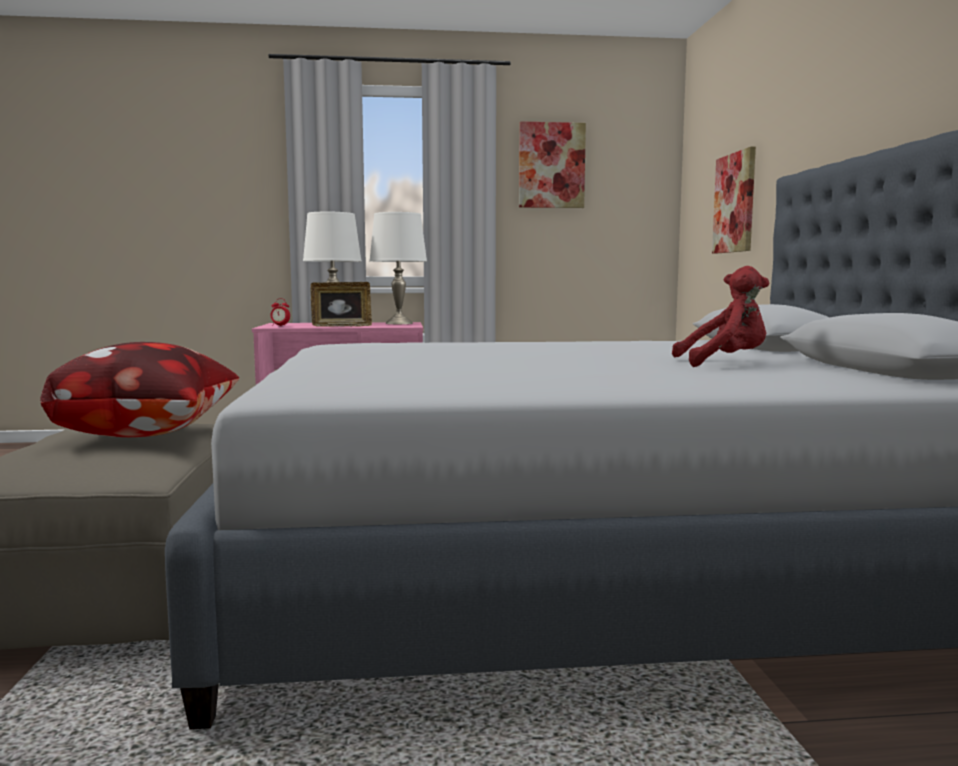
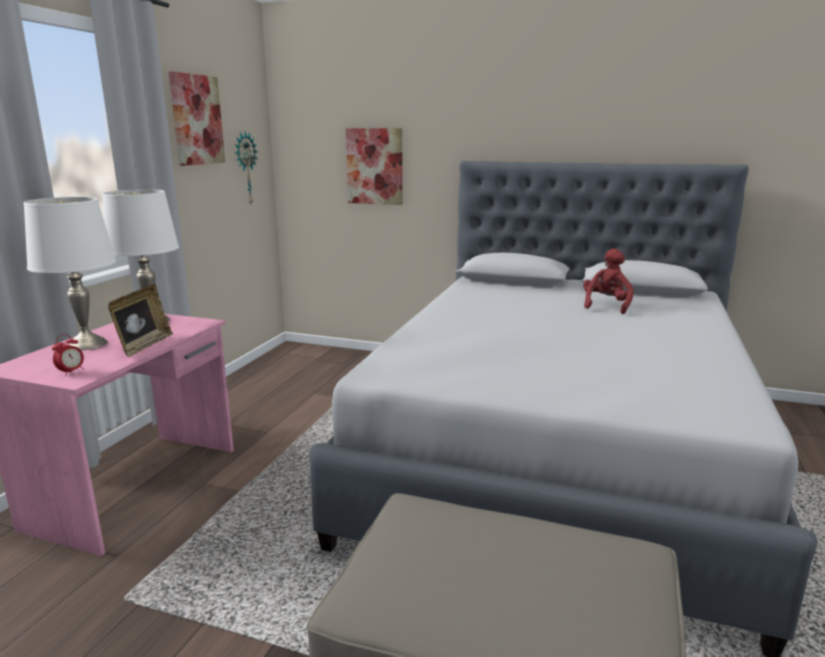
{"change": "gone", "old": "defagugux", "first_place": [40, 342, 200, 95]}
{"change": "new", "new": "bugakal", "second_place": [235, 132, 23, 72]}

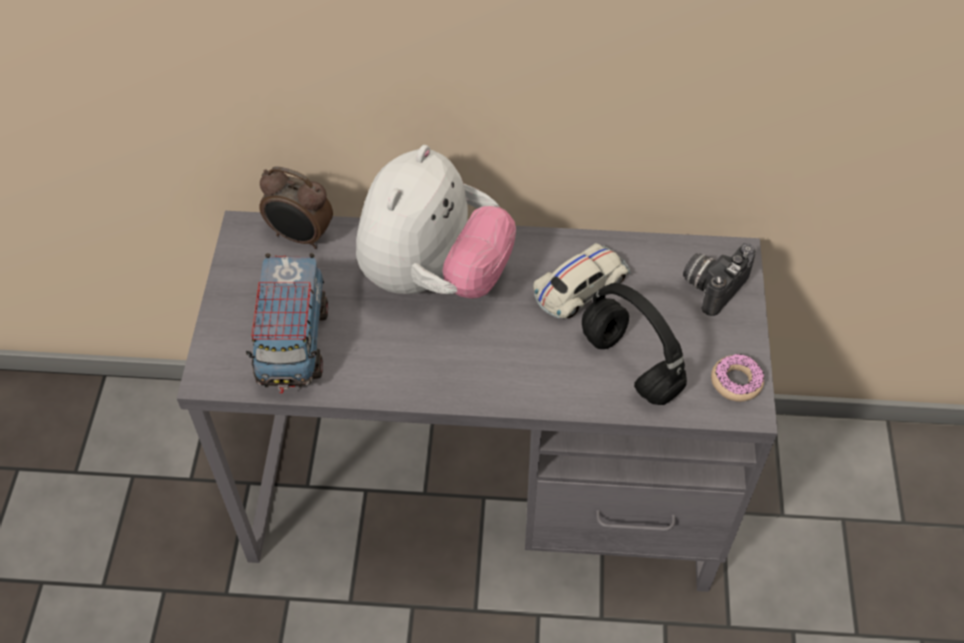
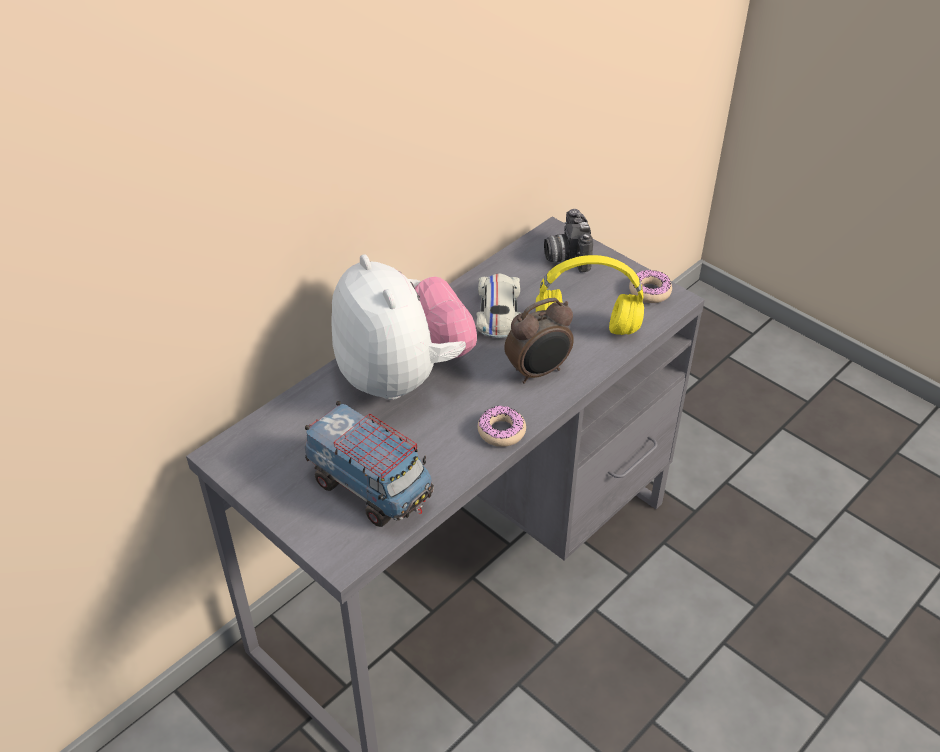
{"change": "shifted", "old": "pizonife", "first_place": [259, 166, 74, 83], "second_place": [505, 298, 69, 86]}
{"change": "repainted", "old": "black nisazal", "new": "yellow nisazal", "first_place": [582, 283, 105, 122], "second_place": [536, 255, 108, 80]}
{"change": "new", "new": "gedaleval", "second_place": [478, 406, 48, 41]}

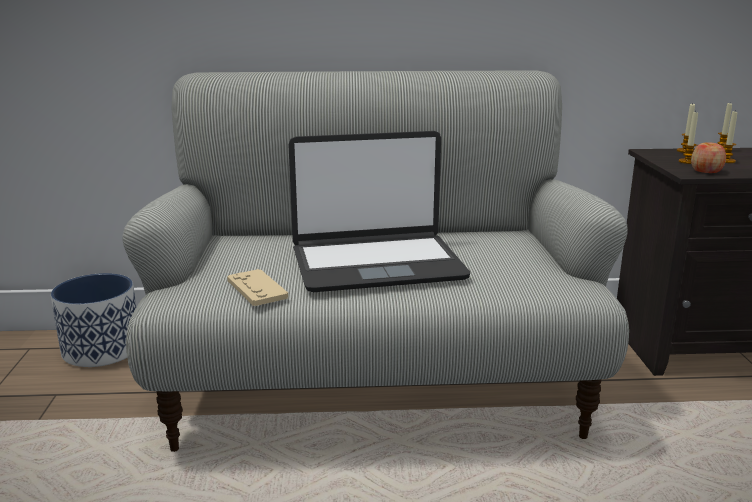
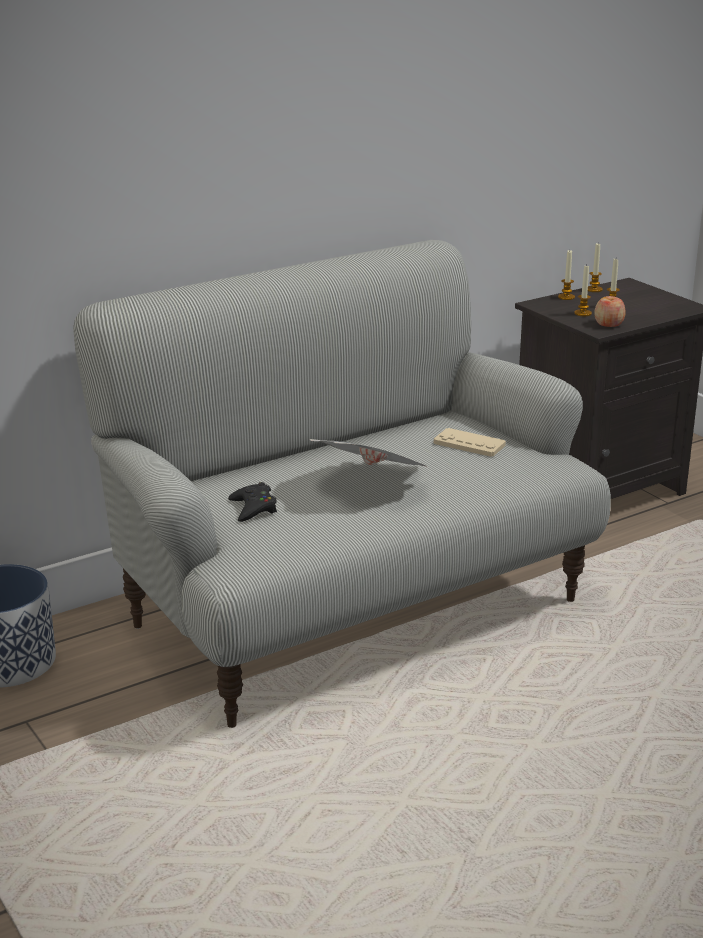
{"change": "swapped", "old": "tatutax", "new": "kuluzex", "first_place": [288, 131, 182, 161], "second_place": [309, 439, 118, 28]}
{"change": "shifted", "old": "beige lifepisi", "first_place": [227, 269, 61, 37], "second_place": [434, 428, 72, 29]}
{"change": "new", "new": "black lifepisi", "second_place": [228, 482, 49, 40]}

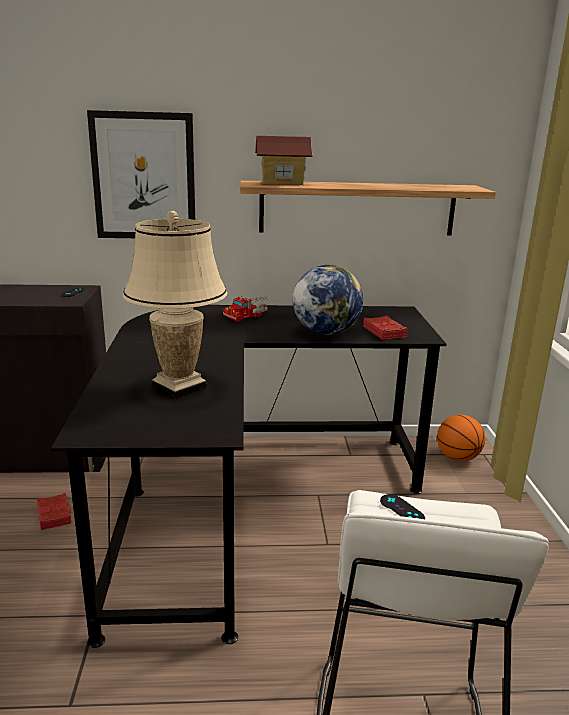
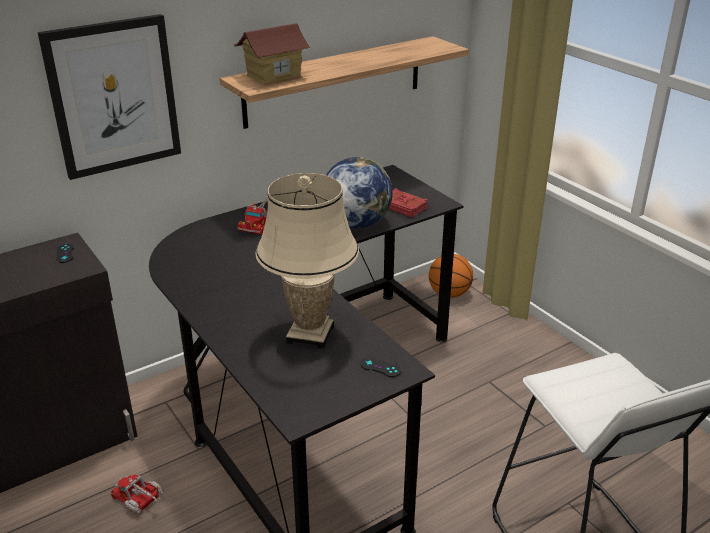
{"change": "swapped", "old": "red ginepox", "new": "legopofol", "first_place": [37, 493, 34, 37], "second_place": [111, 475, 53, 39]}
{"change": "shifted", "old": "black lifepisi", "first_place": [380, 494, 45, 25], "second_place": [360, 358, 41, 19]}

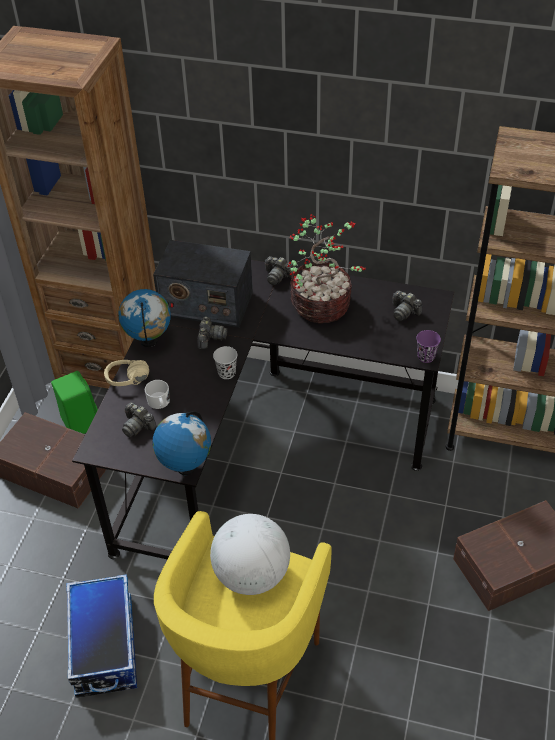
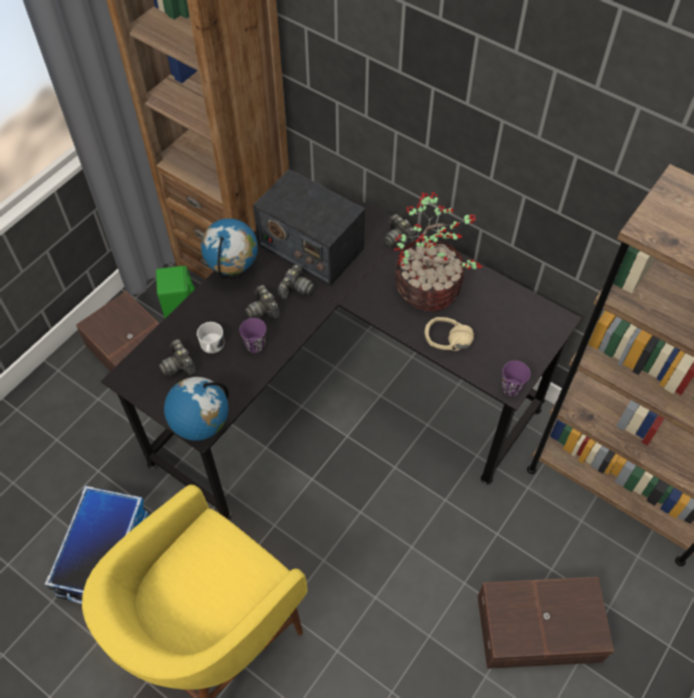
{"change": "shifted", "old": "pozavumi", "first_place": [392, 291, 30, 30], "second_place": [245, 285, 36, 35]}
{"change": "gone", "old": "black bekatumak", "first_place": [213, 346, 24, 33]}
{"change": "shifted", "old": "beige nisazal", "first_place": [104, 360, 45, 26], "second_place": [425, 317, 49, 34]}
{"change": "gone", "old": "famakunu", "first_place": [210, 514, 80, 81]}
{"change": "new", "new": "purple bekatumak", "second_place": [239, 318, 27, 35]}

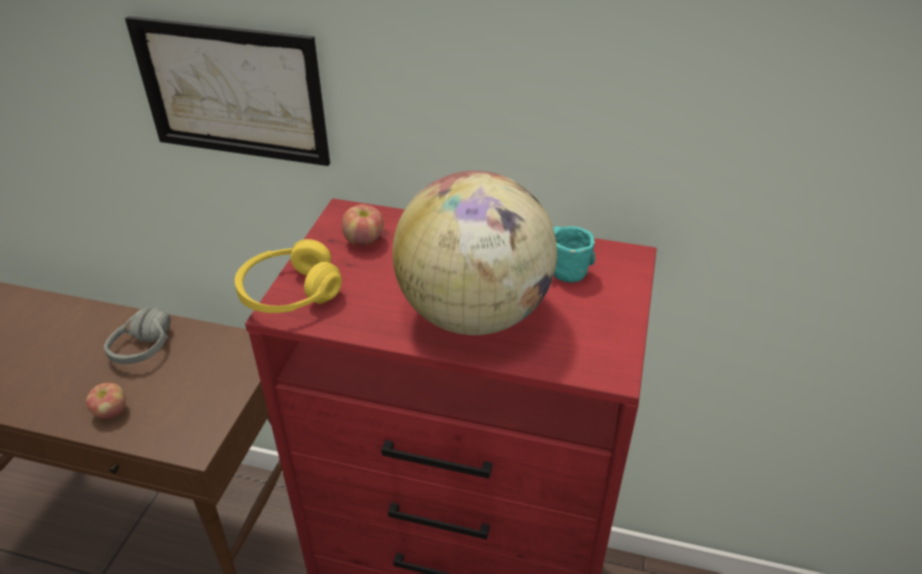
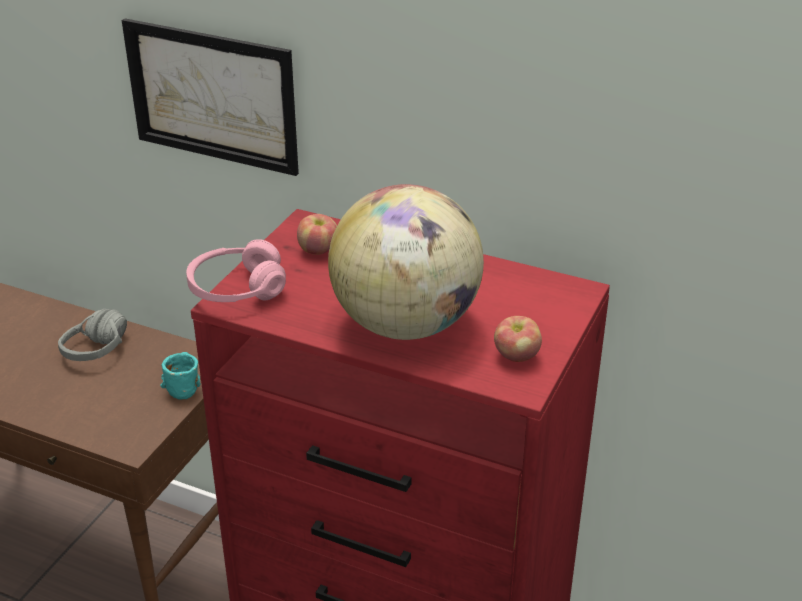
{"change": "shifted", "old": "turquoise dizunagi", "first_place": [553, 226, 42, 57], "second_place": [160, 352, 40, 48]}
{"change": "repainted", "old": "yellow nisazal", "new": "pink nisazal", "first_place": [235, 239, 107, 74], "second_place": [186, 239, 100, 63]}
{"change": "shifted", "old": "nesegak", "first_place": [86, 383, 40, 36], "second_place": [494, 316, 48, 46]}

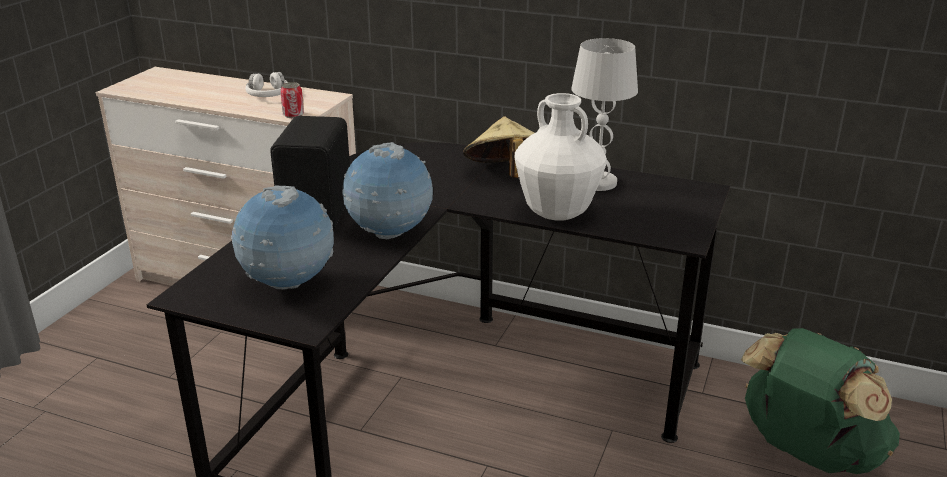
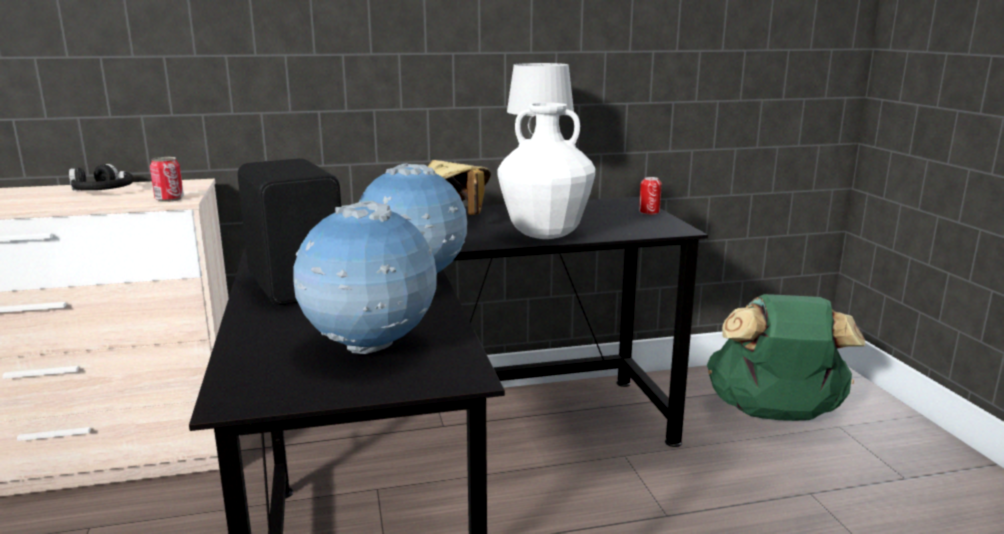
{"change": "repainted", "old": "white nisazal", "new": "black nisazal", "first_place": [246, 72, 42, 25], "second_place": [69, 164, 65, 26]}
{"change": "new", "new": "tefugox", "second_place": [639, 177, 23, 38]}

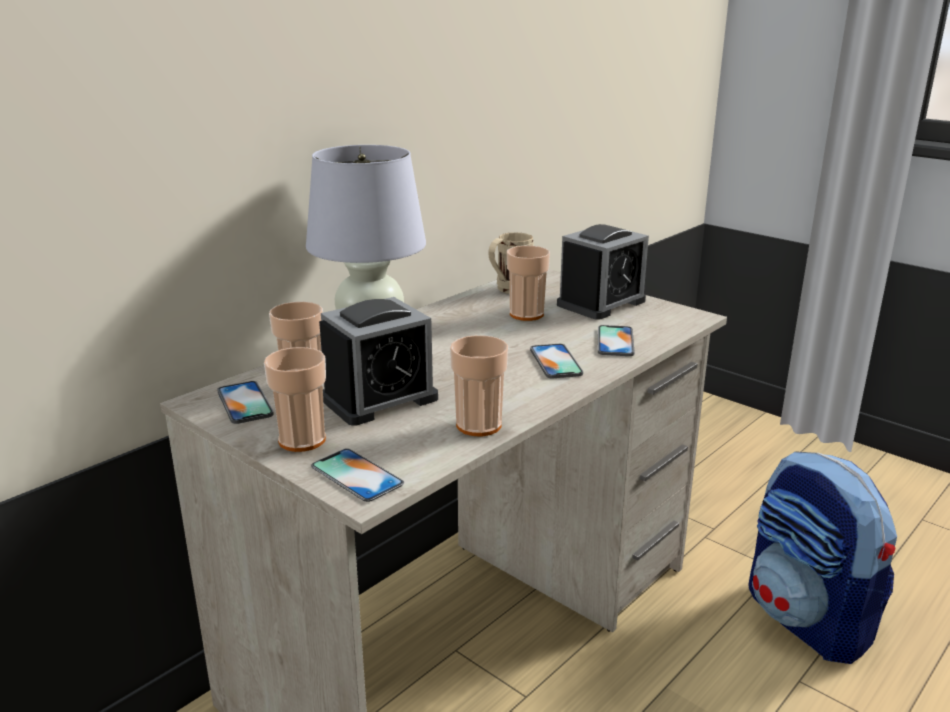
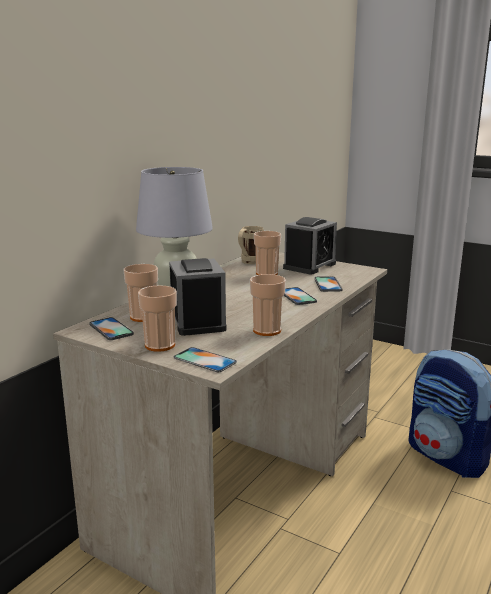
{"change": "rotated", "old": "pizonife", "first_place": [319, 297, 119, 129], "second_place": [169, 258, 58, 78], "degrees": -60}

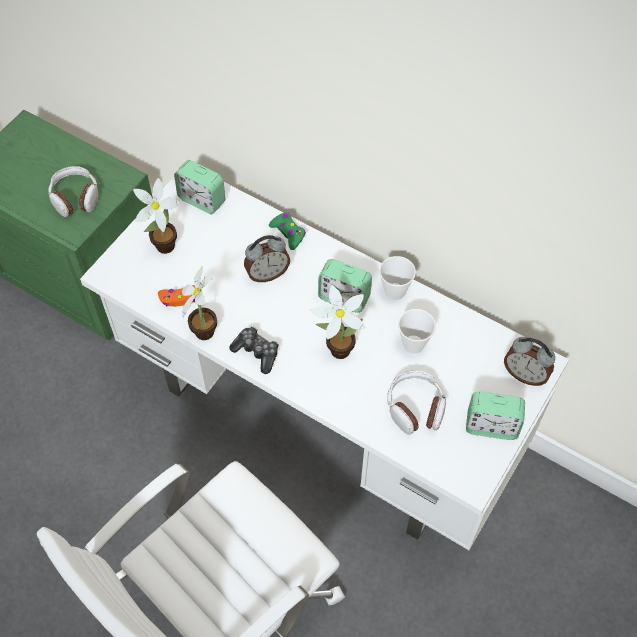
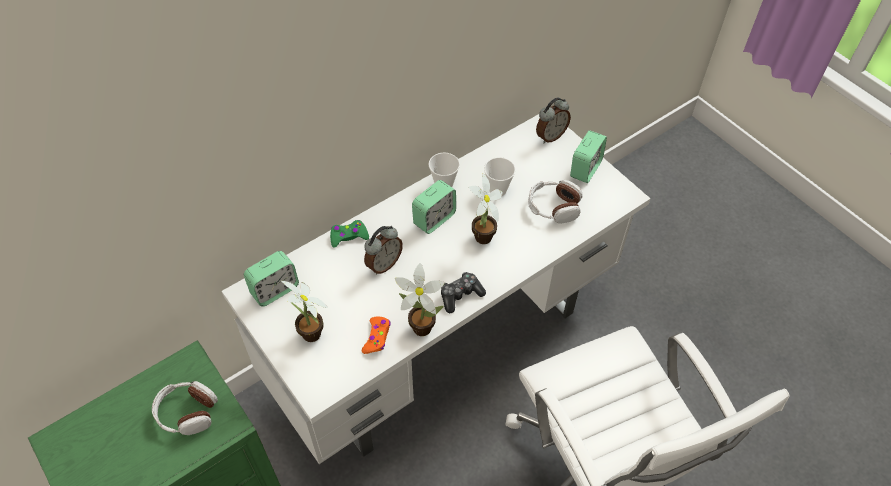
{"change": "rotated", "old": "pizonife", "first_place": [244, 235, 46, 47], "second_place": [364, 226, 39, 49], "degrees": 45}

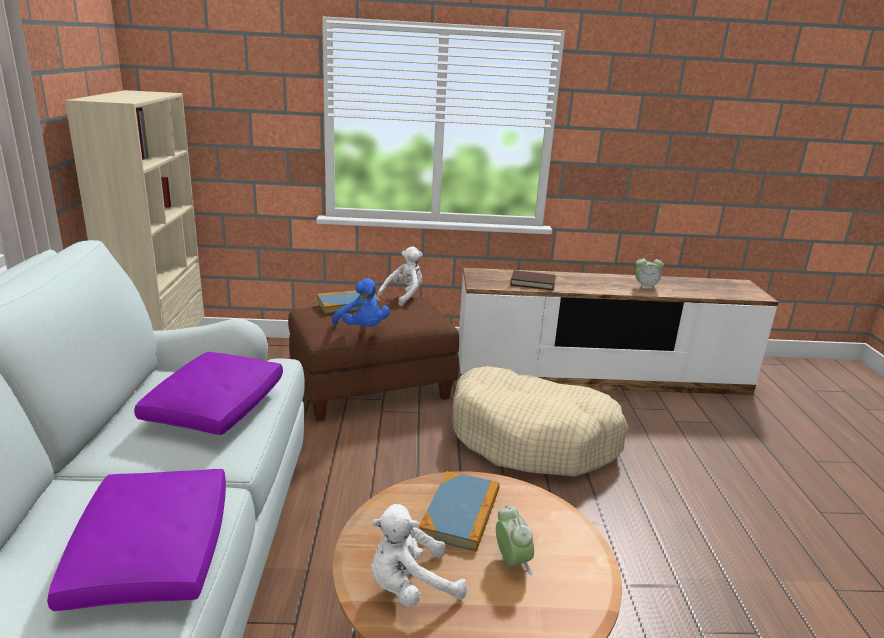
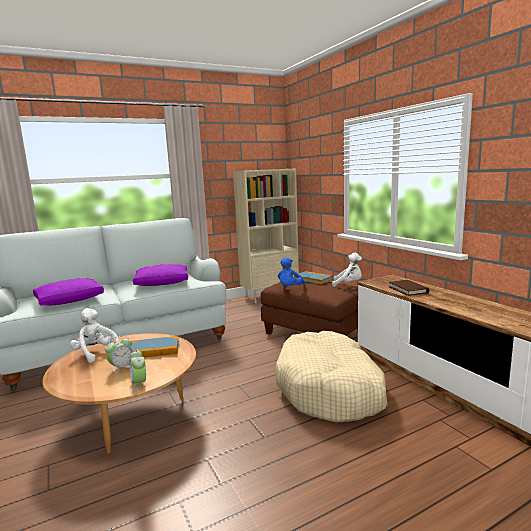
{"change": "shifted", "old": "pizonife", "first_place": [635, 255, 29, 36], "second_place": [130, 349, 16, 42]}

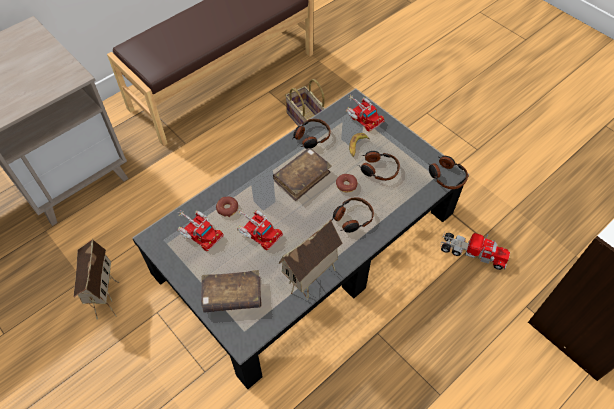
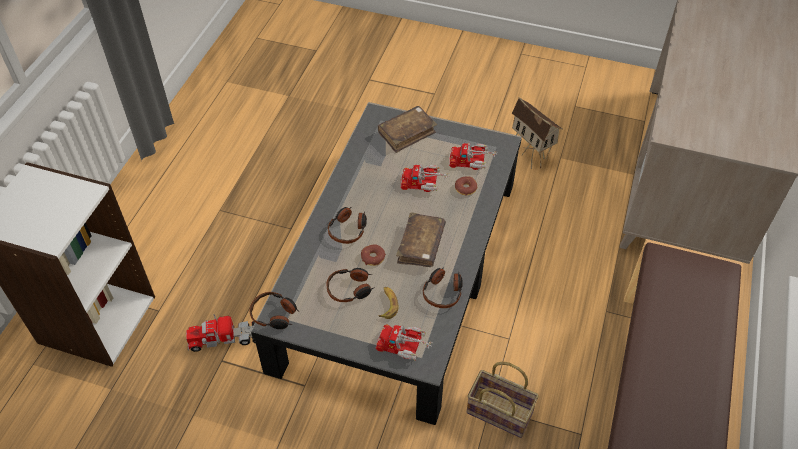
{"change": "gone", "old": "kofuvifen", "first_place": [279, 219, 64, 81]}

